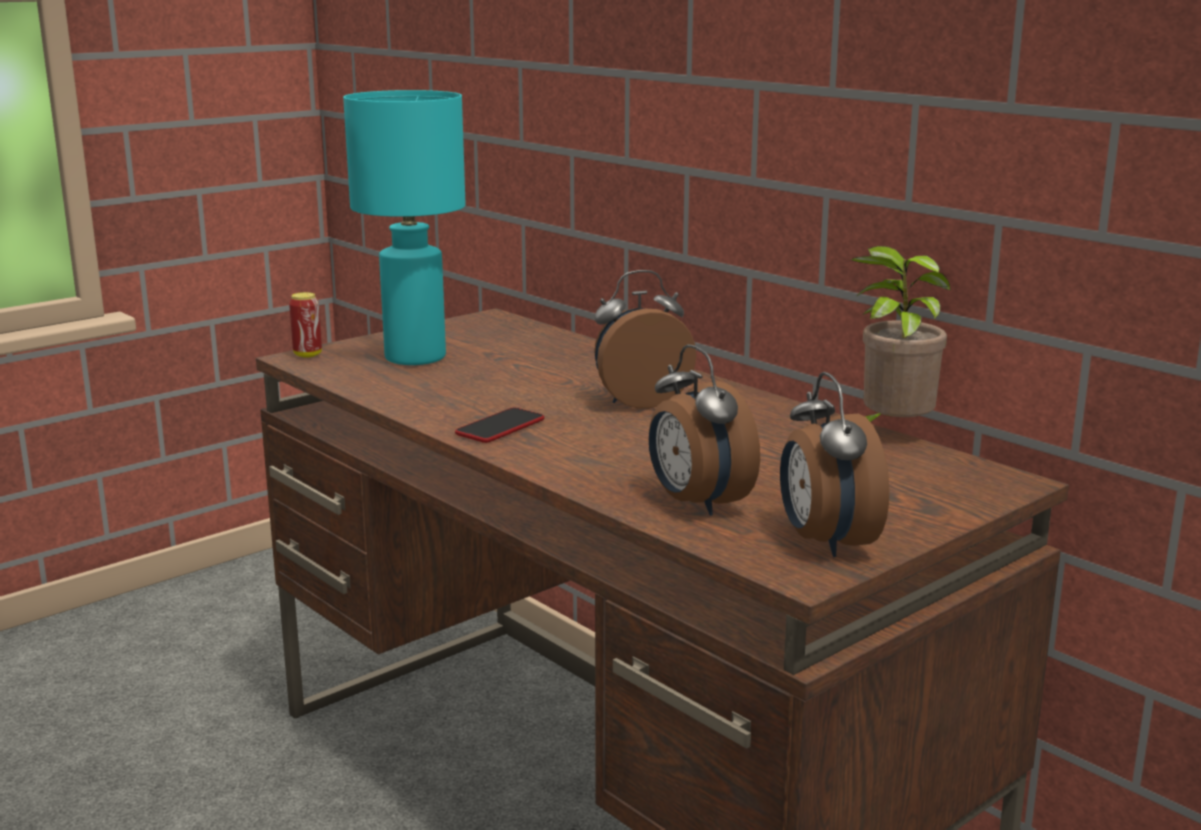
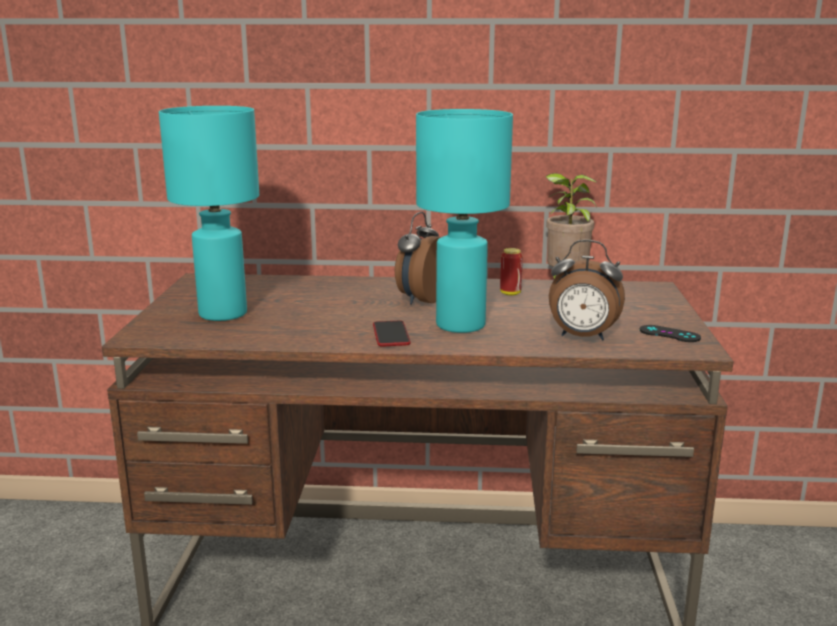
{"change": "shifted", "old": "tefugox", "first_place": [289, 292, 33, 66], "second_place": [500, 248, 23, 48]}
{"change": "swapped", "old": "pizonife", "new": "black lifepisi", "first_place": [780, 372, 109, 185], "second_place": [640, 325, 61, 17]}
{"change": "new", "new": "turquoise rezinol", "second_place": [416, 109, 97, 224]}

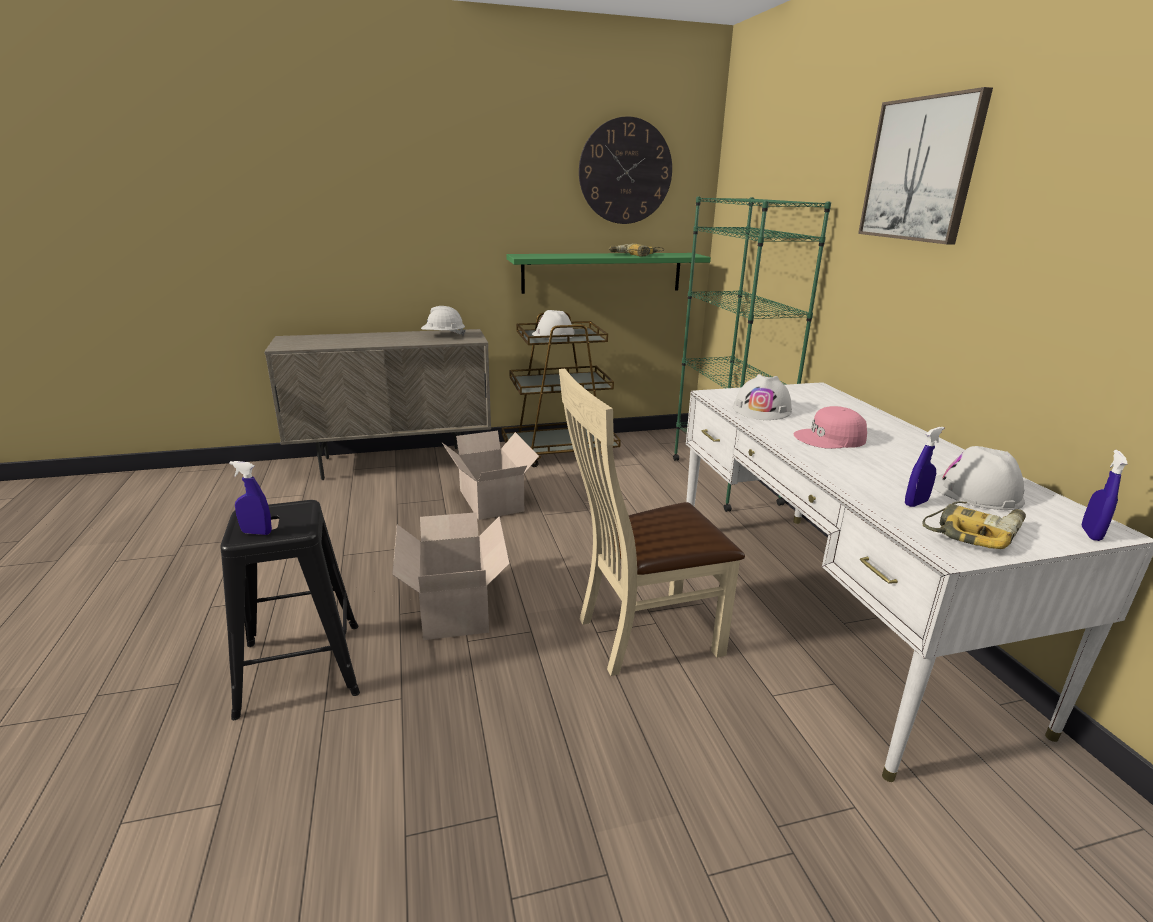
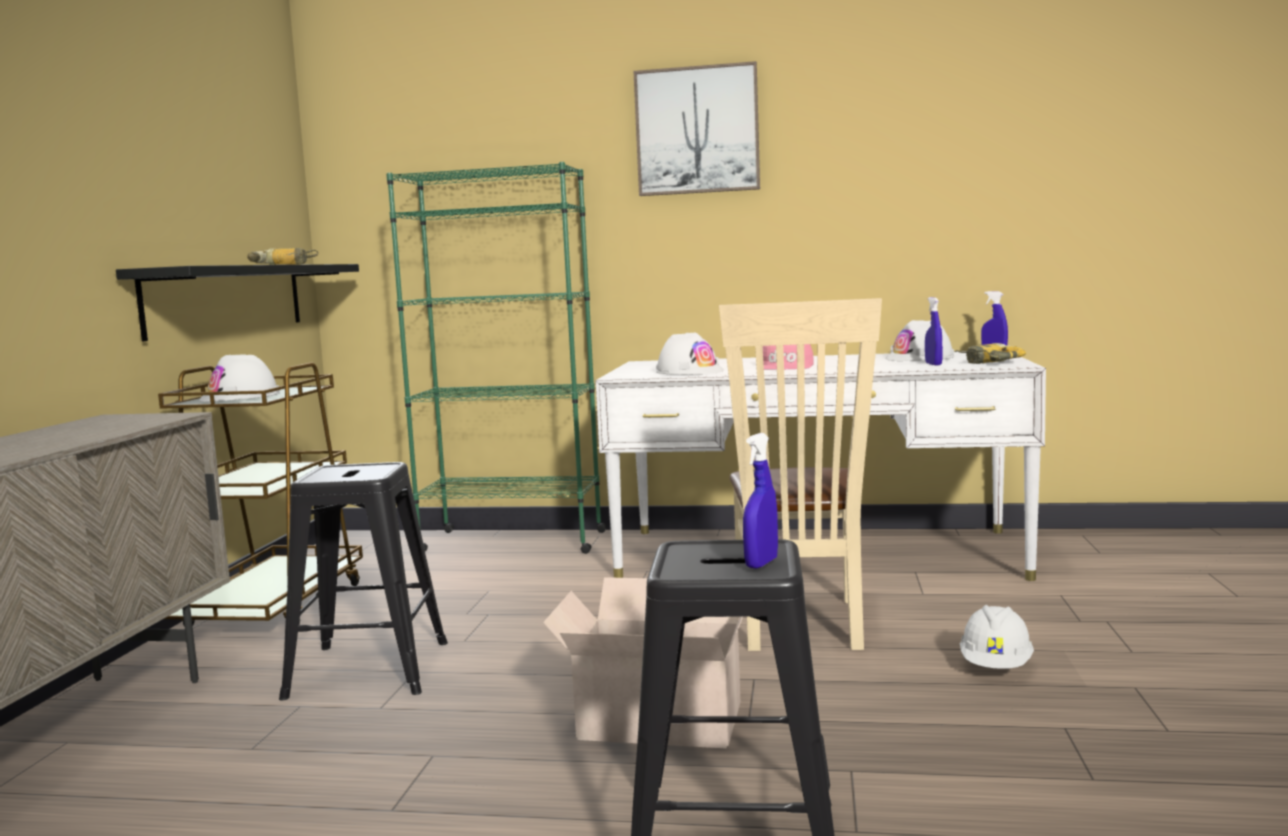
{"change": "gone", "old": "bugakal", "first_place": [579, 116, 93, 108]}
{"change": "repainted", "old": "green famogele", "new": "black famogele", "first_place": [506, 253, 205, 41], "second_place": [116, 264, 243, 77]}
{"change": "shifted", "old": "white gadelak", "first_place": [421, 306, 45, 30], "second_place": [960, 605, 74, 64]}
{"change": "swapped", "old": "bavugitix", "new": "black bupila", "first_place": [442, 431, 97, 89], "second_place": [279, 462, 169, 238]}

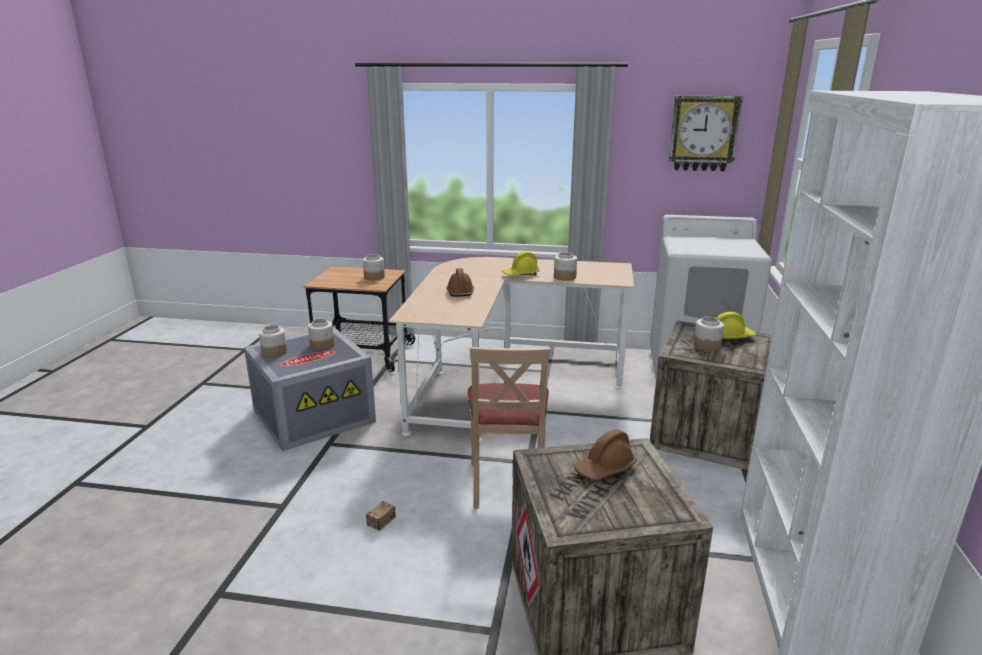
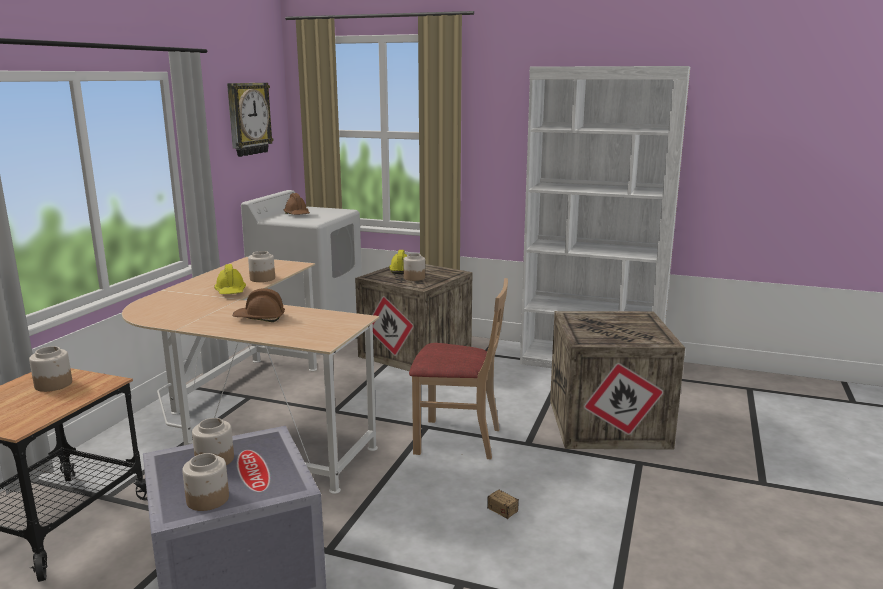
{"change": "shifted", "old": "brown gadelak", "first_place": [574, 429, 63, 51], "second_place": [283, 193, 27, 22]}

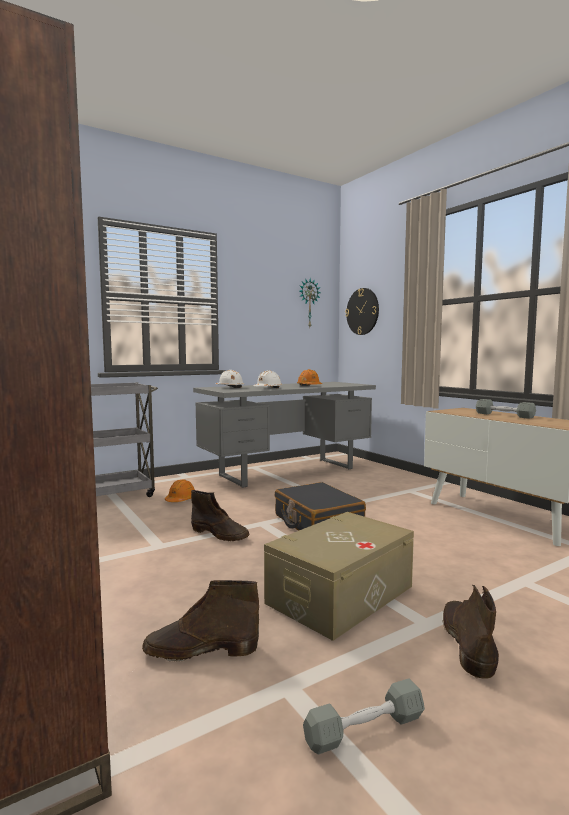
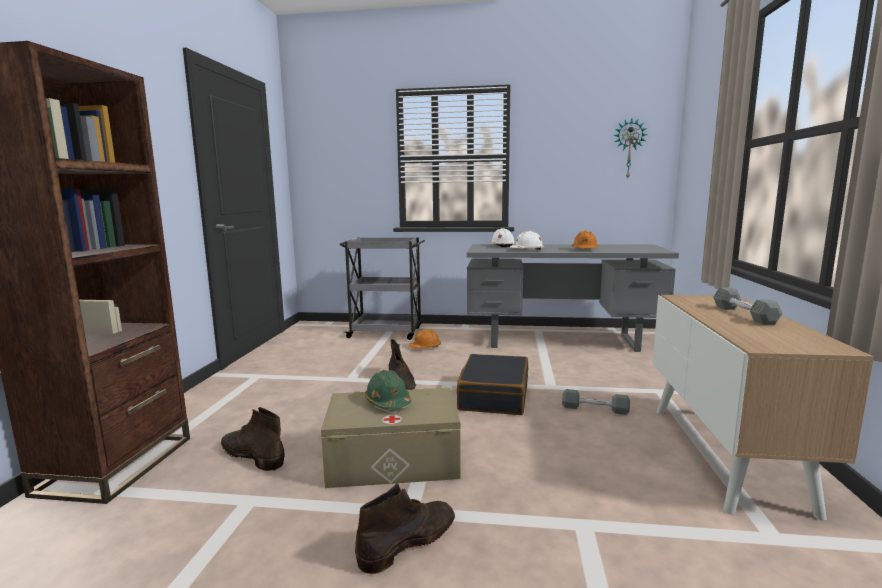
{"change": "gone", "old": "bugakal", "first_place": [345, 288, 34, 47]}
{"change": "shifted", "old": "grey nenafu", "first_place": [303, 678, 122, 76], "second_place": [562, 389, 68, 26]}
{"change": "new", "new": "green gadelak", "second_place": [365, 370, 46, 39]}

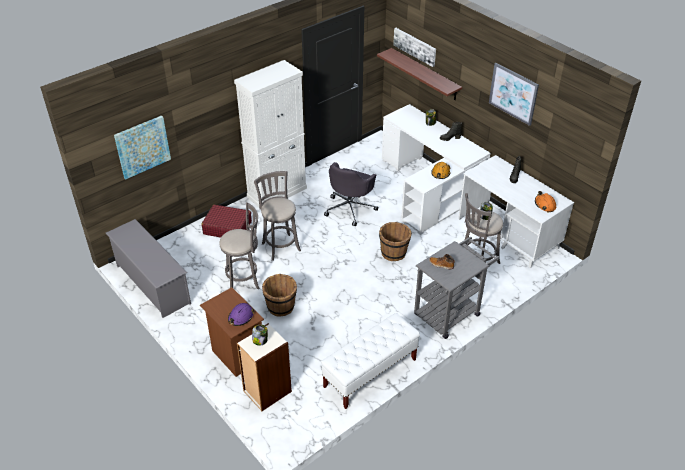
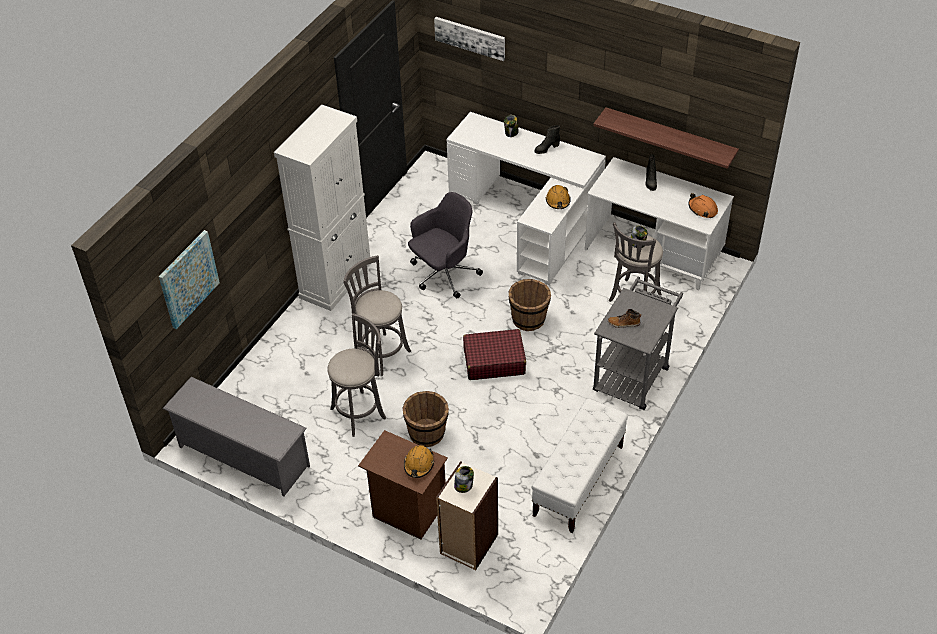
{"change": "shifted", "old": "famogele", "first_place": [377, 48, 85, 52], "second_place": [593, 107, 146, 62]}
{"change": "gone", "old": "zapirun", "first_place": [489, 63, 50, 63]}
{"change": "rotated", "old": "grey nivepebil", "first_place": [324, 162, 54, 64], "second_place": [408, 192, 75, 106], "degrees": -135}
{"change": "shifted", "old": "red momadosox", "first_place": [201, 205, 51, 33], "second_place": [463, 329, 63, 51]}
{"change": "repainted", "old": "purple gadelak", "new": "orange gadelak", "first_place": [228, 303, 26, 23], "second_place": [404, 445, 30, 33]}

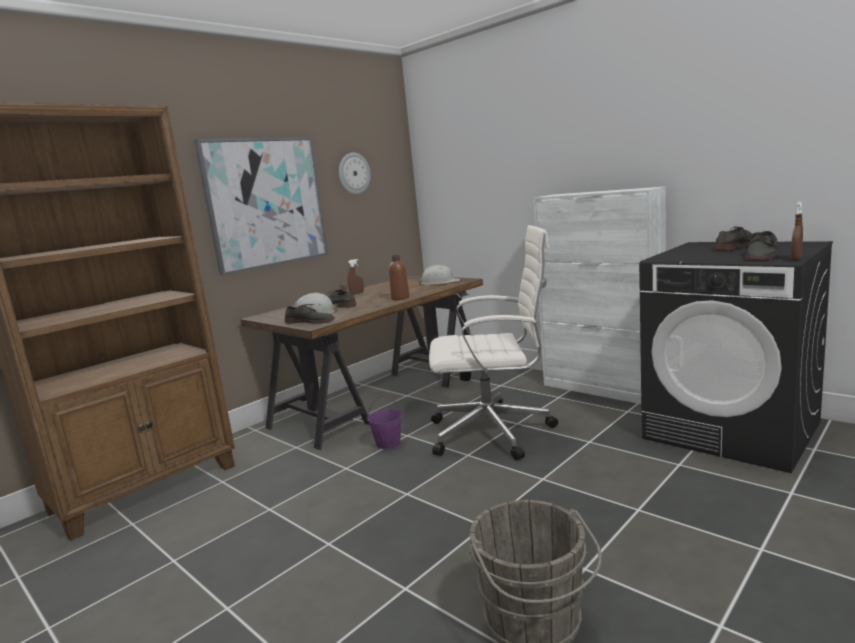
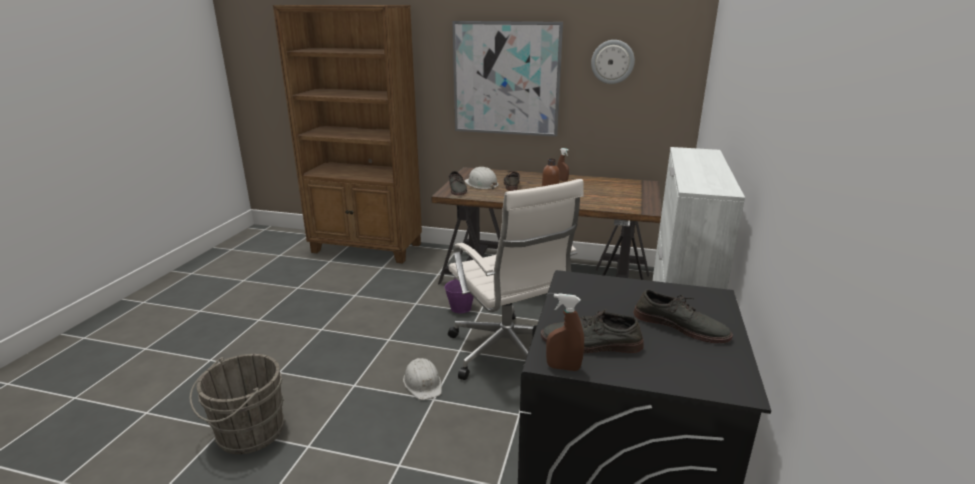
{"change": "shifted", "old": "white gadelak", "first_place": [418, 265, 42, 20], "second_place": [403, 358, 39, 42]}

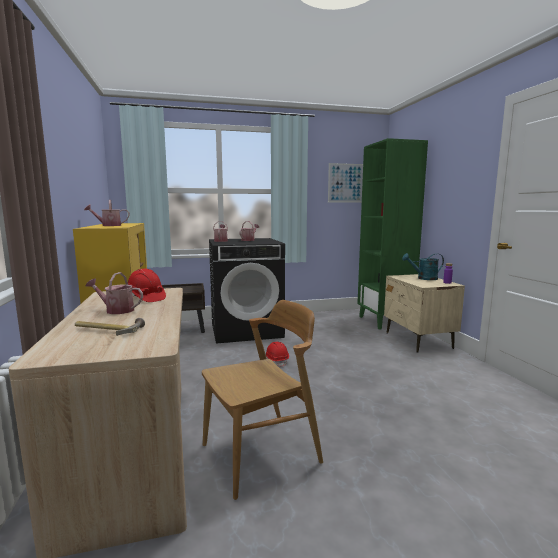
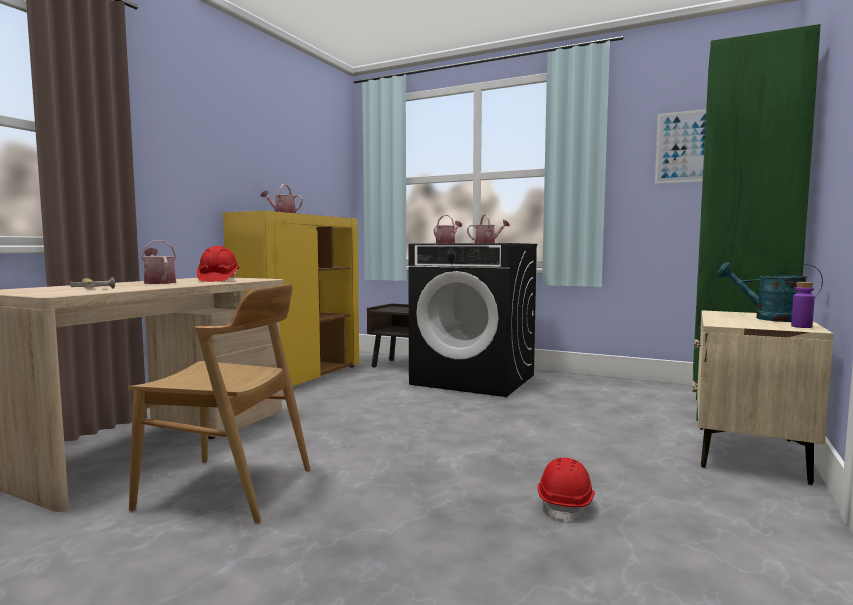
{"change": "shifted", "old": "red gadelak", "first_place": [266, 342, 23, 25], "second_place": [538, 458, 56, 65]}

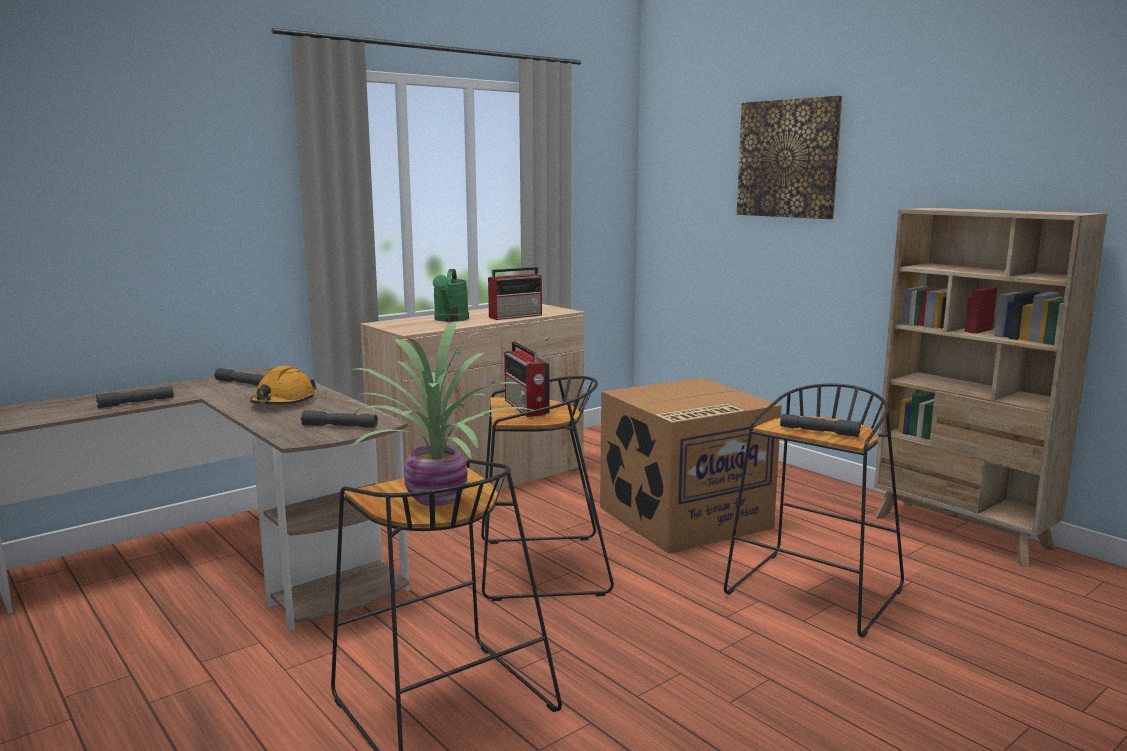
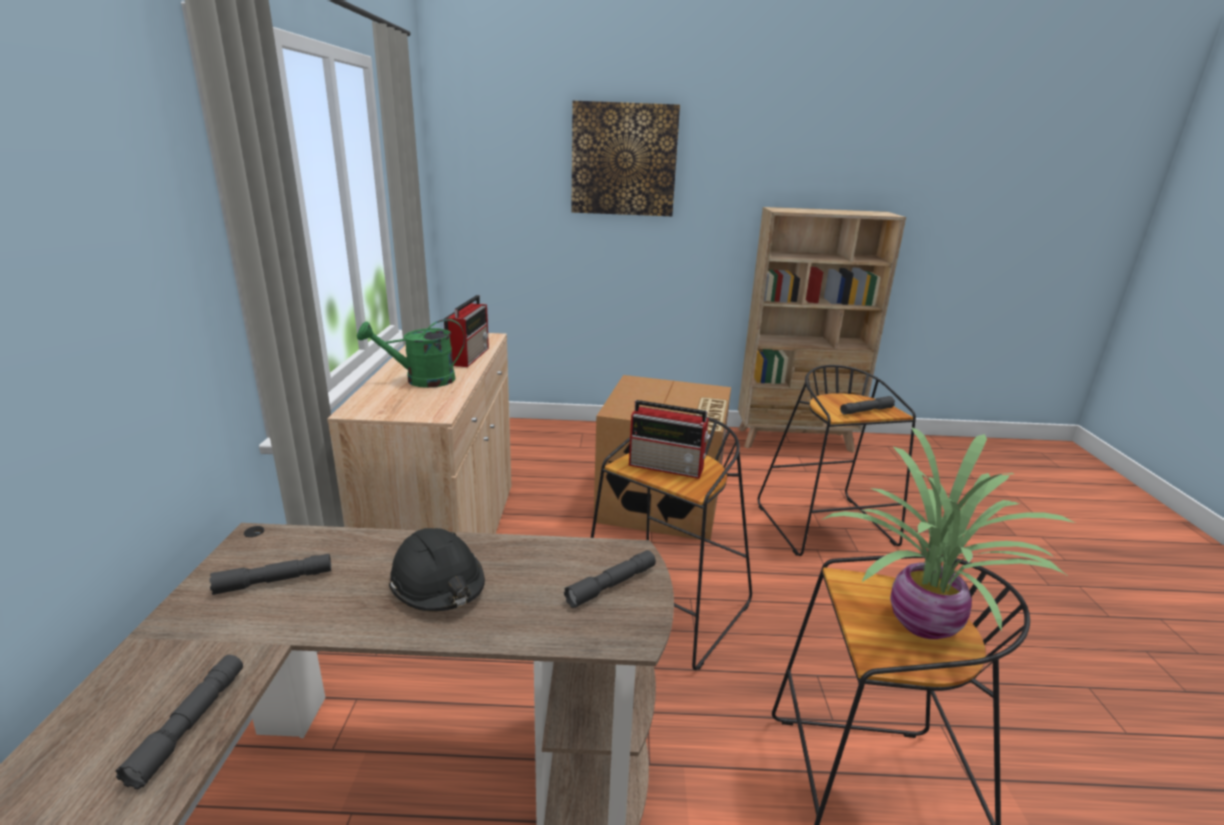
{"change": "rotated", "old": "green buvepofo", "first_place": [433, 269, 36, 53], "second_place": [357, 319, 108, 69], "degrees": 120}
{"change": "repainted", "old": "orange gadelak", "new": "black gadelak", "first_place": [250, 366, 67, 38], "second_place": [389, 528, 96, 84]}

